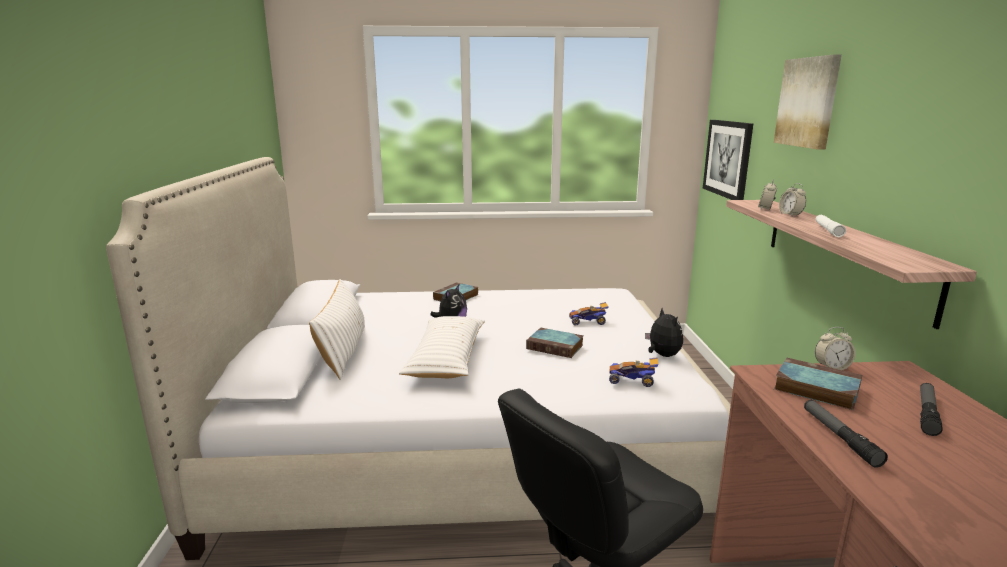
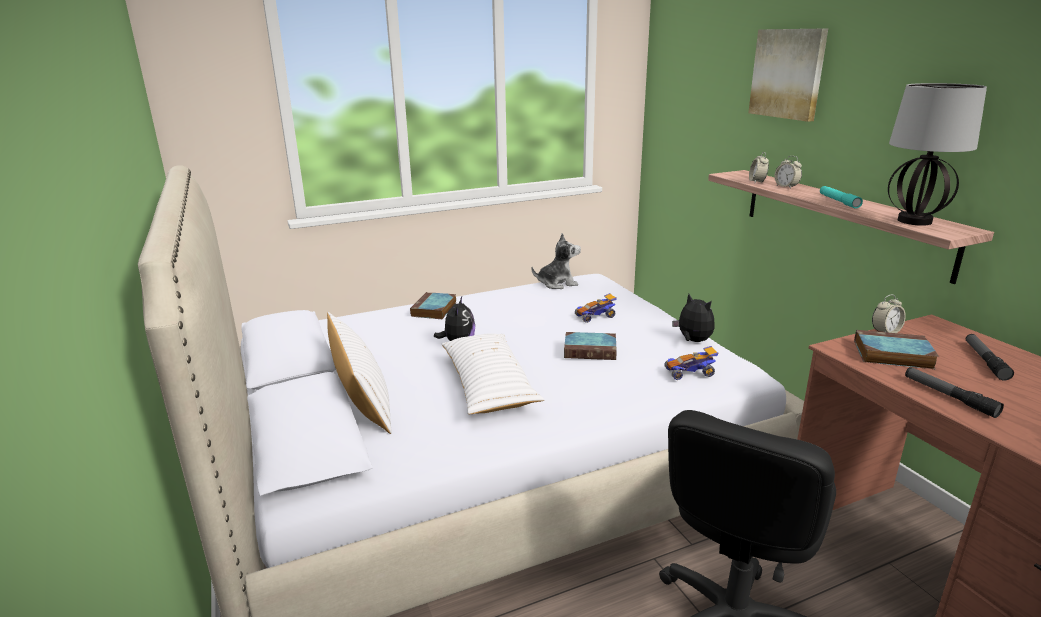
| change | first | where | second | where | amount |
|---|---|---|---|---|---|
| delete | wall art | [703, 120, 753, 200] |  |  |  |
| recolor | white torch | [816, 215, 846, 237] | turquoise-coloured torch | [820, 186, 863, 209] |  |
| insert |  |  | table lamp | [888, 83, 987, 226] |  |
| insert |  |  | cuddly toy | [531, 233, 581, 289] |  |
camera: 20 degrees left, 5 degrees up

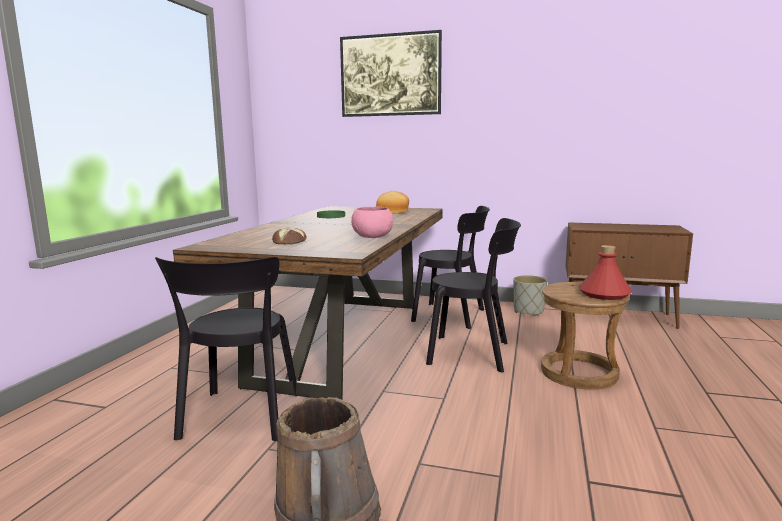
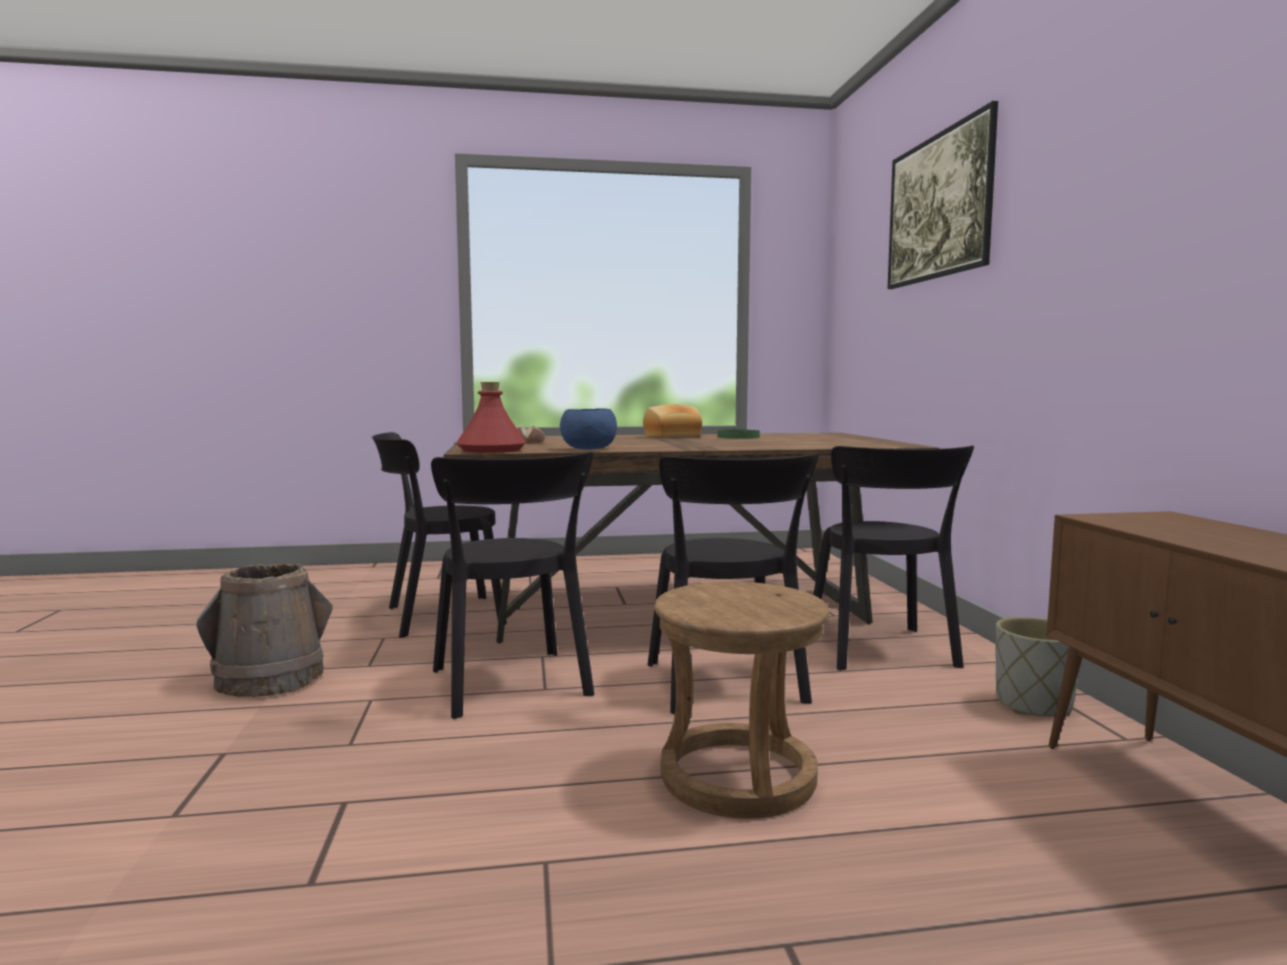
| change | first | where | second | where | amount |
|---|---|---|---|---|---|
| move | baked bread | [376, 191, 409, 214] |  | [643, 404, 702, 437] |  |
| recolor | pink bowl | [351, 207, 393, 238] | blue-coloured bowl | [560, 408, 617, 450] |  |
| move | reddish beverage bottle | [579, 245, 632, 300] |  | [456, 382, 527, 453] |  |
| insert |  |  | blackish chair | [431, 452, 594, 719] |  |
camera: 65 degrees right, 5 degrees down

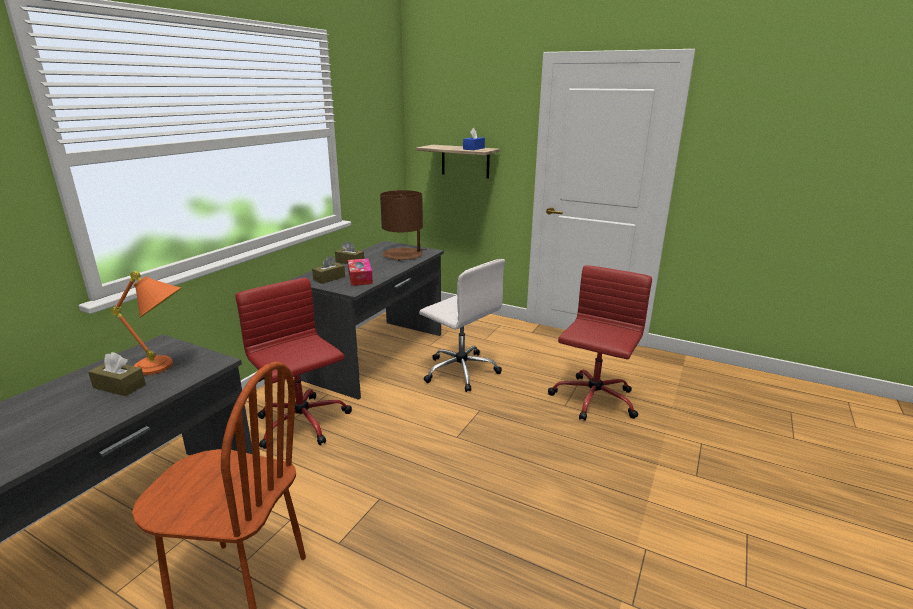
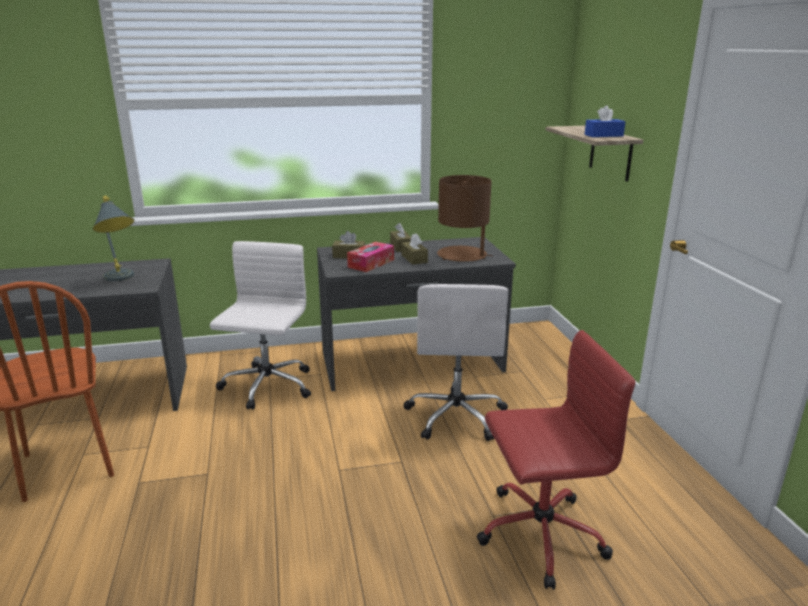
| change | first | where | second | where | amount |
|---|---|---|---|---|---|
| recolor | orange-coloured table lamp | [111, 271, 182, 375] | greyish table lamp | [93, 195, 134, 281] |  |
| recolor | reddish office chair | [235, 278, 352, 449] | white office chair | [210, 241, 311, 410] |  |
| move | brown-coloured tissue holder | [88, 352, 146, 396] |  | [402, 233, 428, 265] |  |
camera: 50 degrees right, 0 degrees up

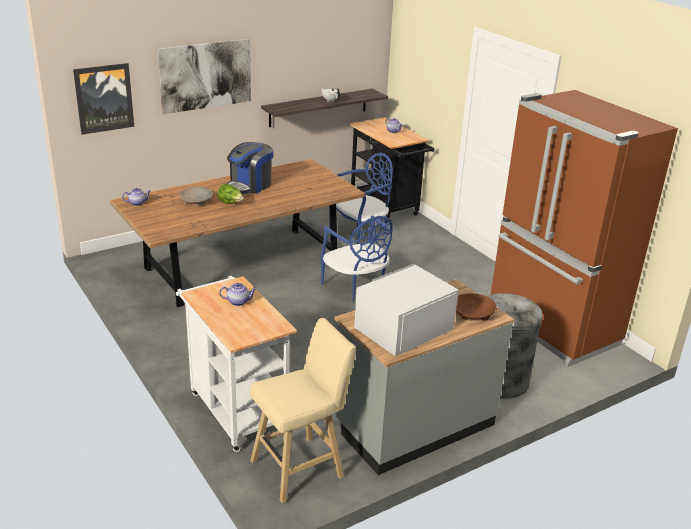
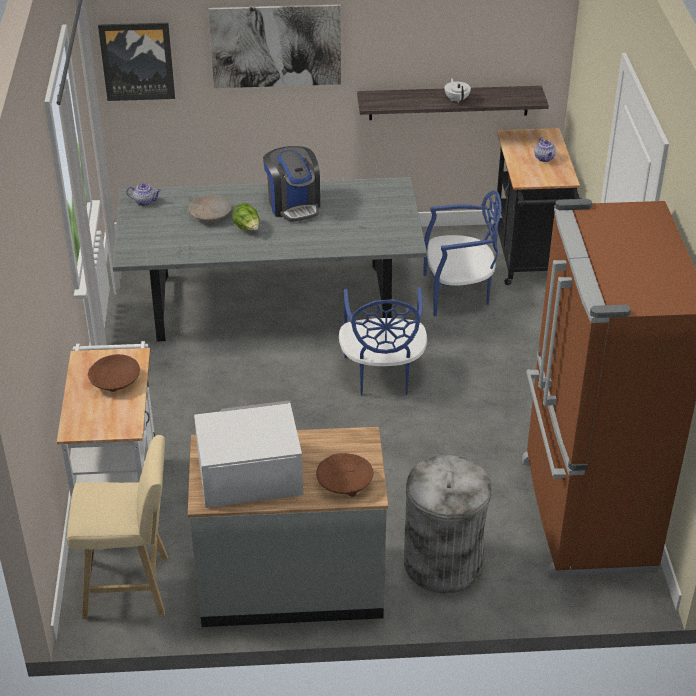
| change | first | where | second | where | amount |
|---|---|---|---|---|---|
| rotate | coffee maker | [226, 142, 273, 194] |  | [263, 146, 320, 222] | 90 degrees counterclockwise |
| recolor | brown-coloured kitchen table | [110, 159, 365, 307] | greyish kitchen table | [113, 177, 427, 342] |  |
| replace | pot for tea | [219, 283, 257, 306] | brown-coloured bowl | [88, 354, 140, 392] |  |
camera: 30 degrees right, 10 degrees up

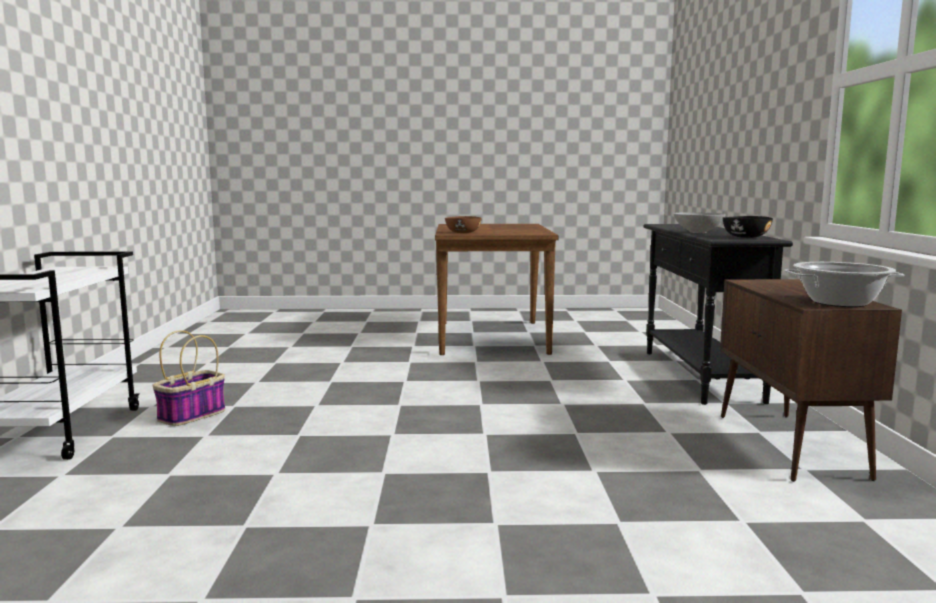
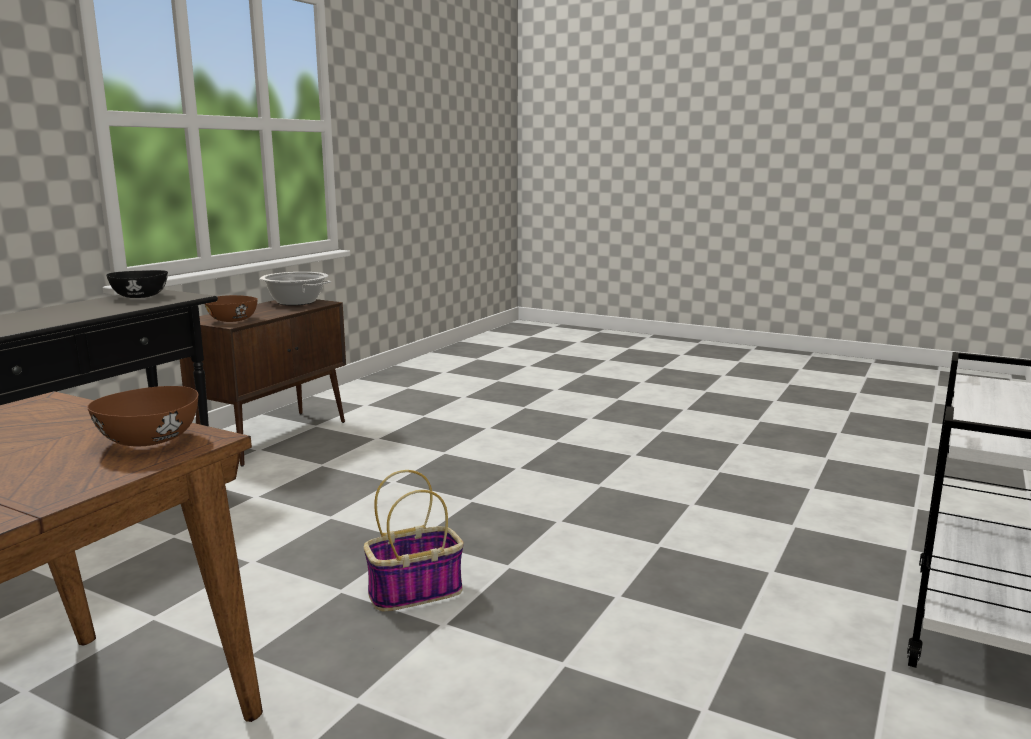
| change | first | where | second | where | amount |
|---|---|---|---|---|---|
| delete | greyish bowl | [674, 212, 726, 233] |  |  |  |
| move | basket | [153, 330, 225, 426] |  | [364, 470, 464, 611] |  |
| insert |  |  | brown-coloured bowl | [205, 295, 258, 322] |  |
camera: 150 degrees left, 5 degrees up

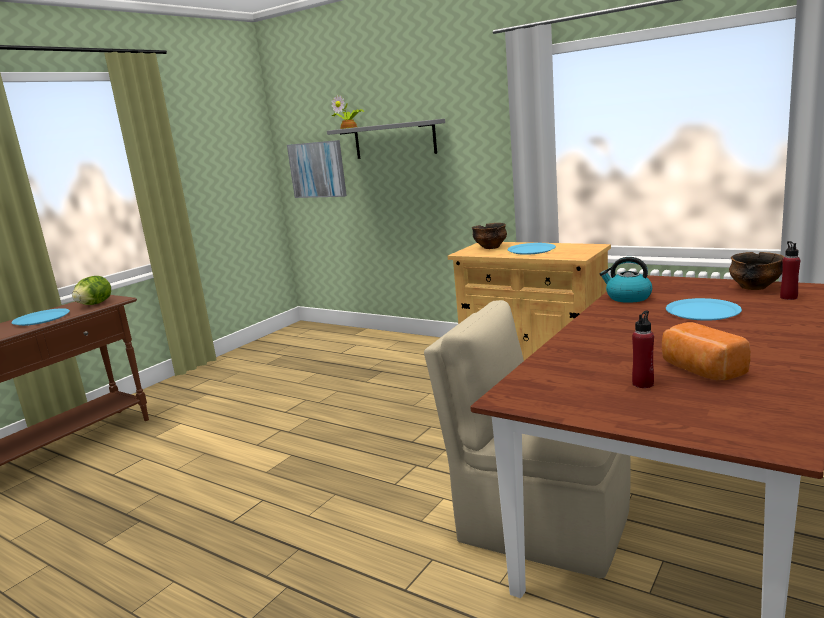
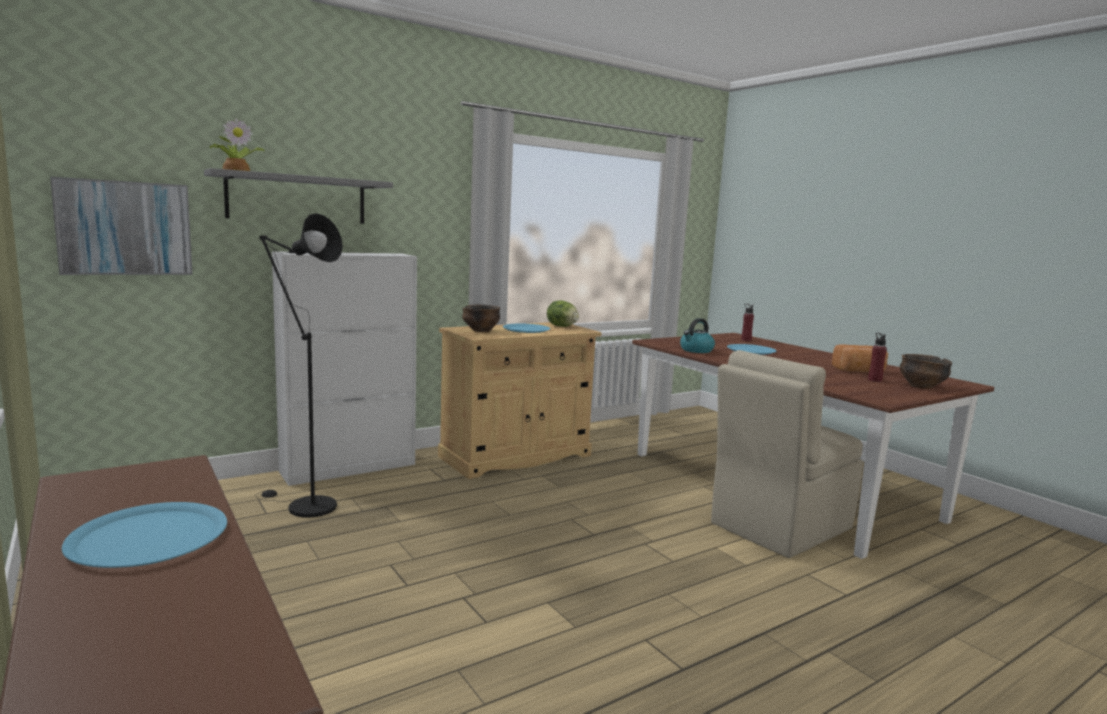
| change | first | where | second | where | amount |
|---|---|---|---|---|---|
| move | bowl | [729, 252, 784, 290] |  | [900, 354, 952, 389] |  |
| move | lettuce | [72, 276, 111, 305] |  | [547, 300, 579, 327] |  |
| insert |  |  | blackish standing lamp | [255, 213, 343, 517] |  |
| insert |  |  | white cabinet | [272, 251, 417, 486] |  |
camera: 70 degrees left, 5 degrees down

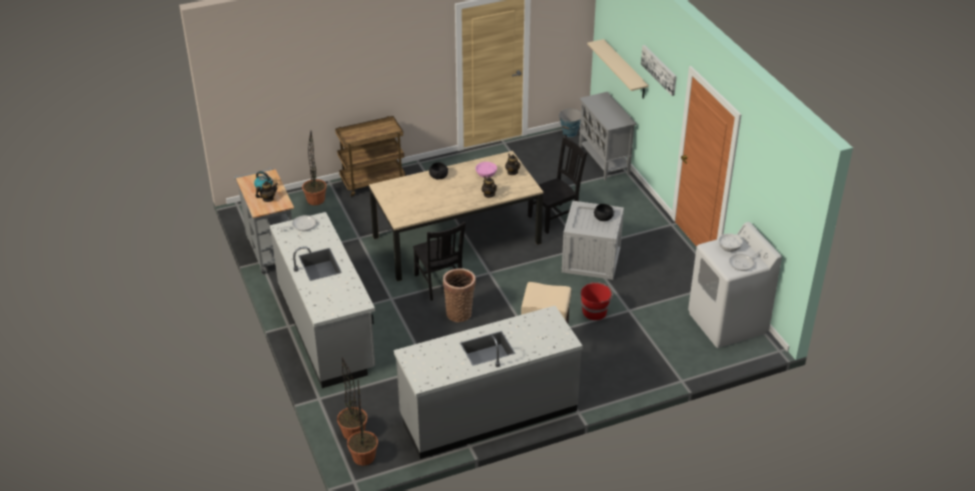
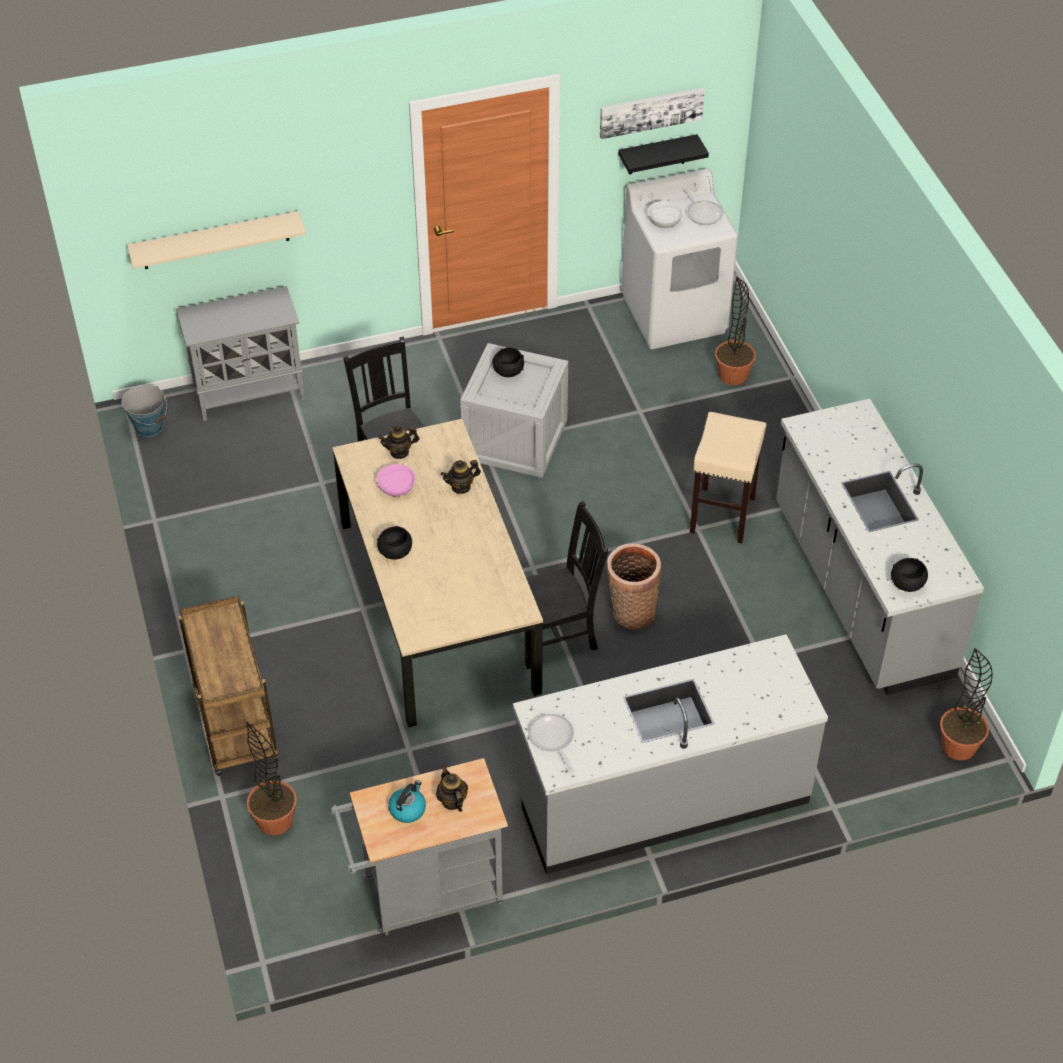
| change | first | where | second | where | amount |
|---|---|---|---|---|---|
| move | wall art | [641, 45, 677, 96] |  | [600, 88, 705, 139] |  |
| delete | reddish pail | [581, 282, 613, 320] |  |  |  |
| move | plant in a pot | [337, 357, 367, 440] |  | [715, 277, 756, 385] |  |
| insert |  |  | blackish shelf | [618, 134, 709, 174] |  |
| insert |  |  | blackish bowl | [891, 558, 928, 592] |  |
camera: 85 degrees left, 10 degrees up

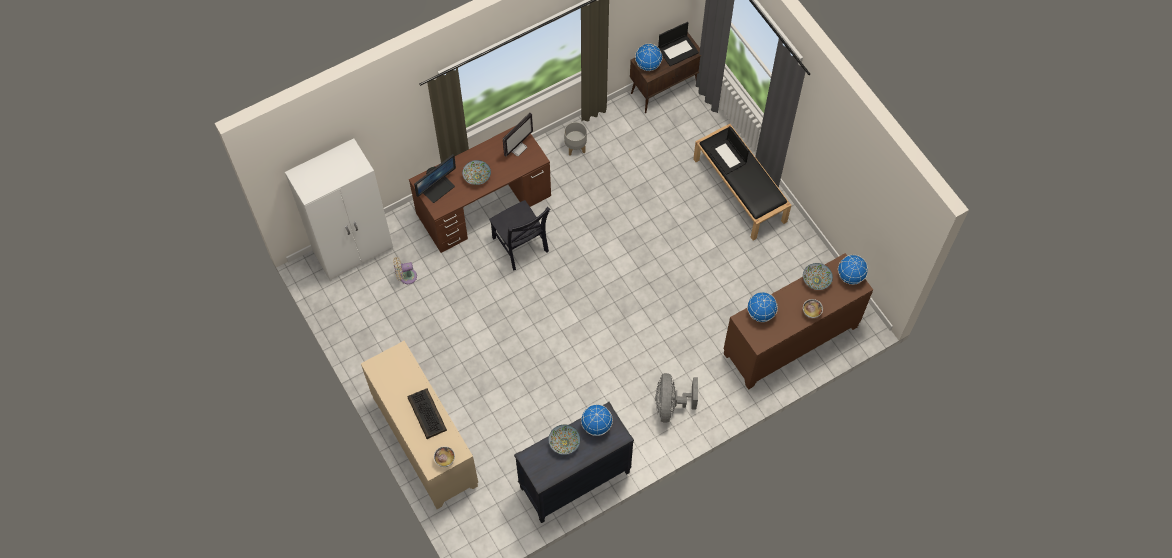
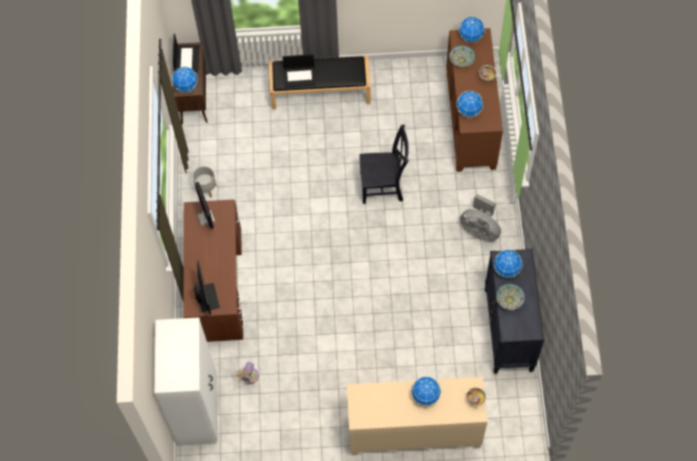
| change | first | where | second | where | amount |
|---|---|---|---|---|---|
| delete | bowl | [462, 160, 491, 185] |  |  |  |
| move | blackish chair | [489, 200, 550, 271] |  | [359, 124, 409, 204] |  |
| replace | keyboard | [408, 388, 447, 439] | globe | [411, 376, 441, 406] |  |
camera: 60 degrees left, 0 degrees up

